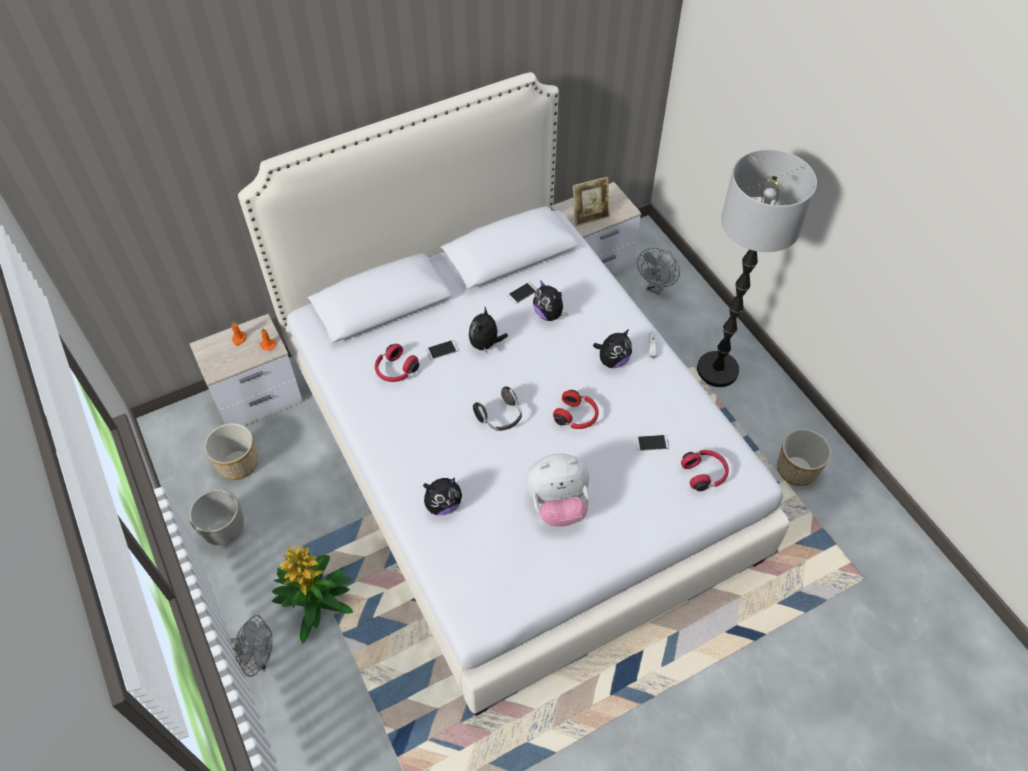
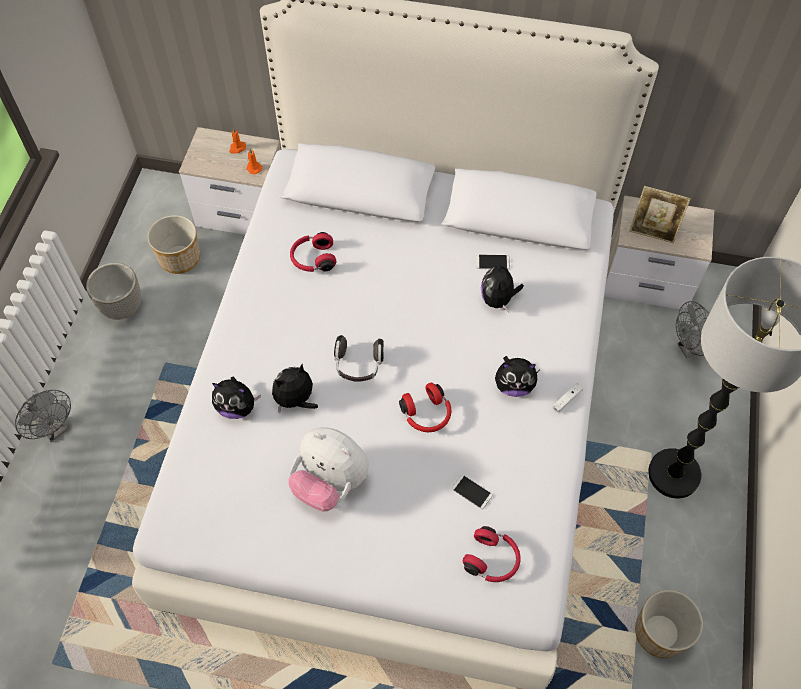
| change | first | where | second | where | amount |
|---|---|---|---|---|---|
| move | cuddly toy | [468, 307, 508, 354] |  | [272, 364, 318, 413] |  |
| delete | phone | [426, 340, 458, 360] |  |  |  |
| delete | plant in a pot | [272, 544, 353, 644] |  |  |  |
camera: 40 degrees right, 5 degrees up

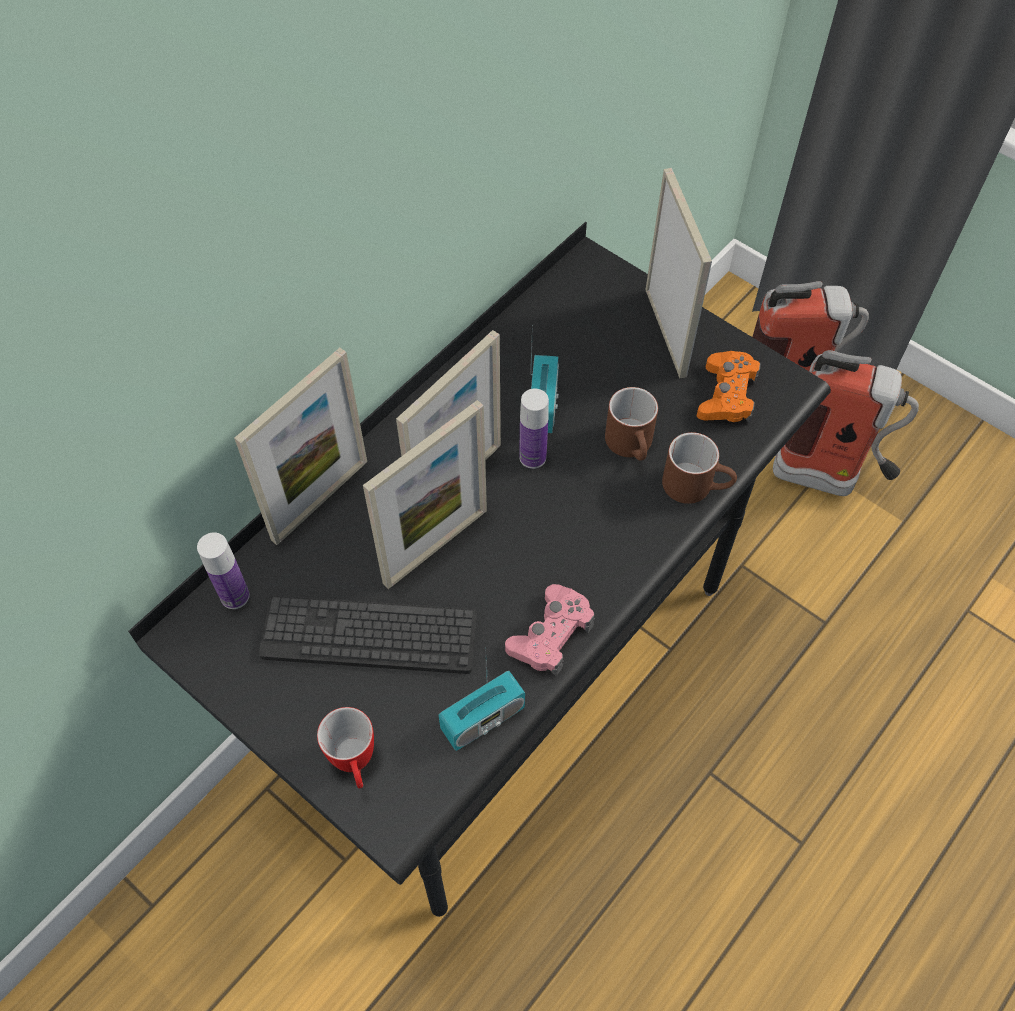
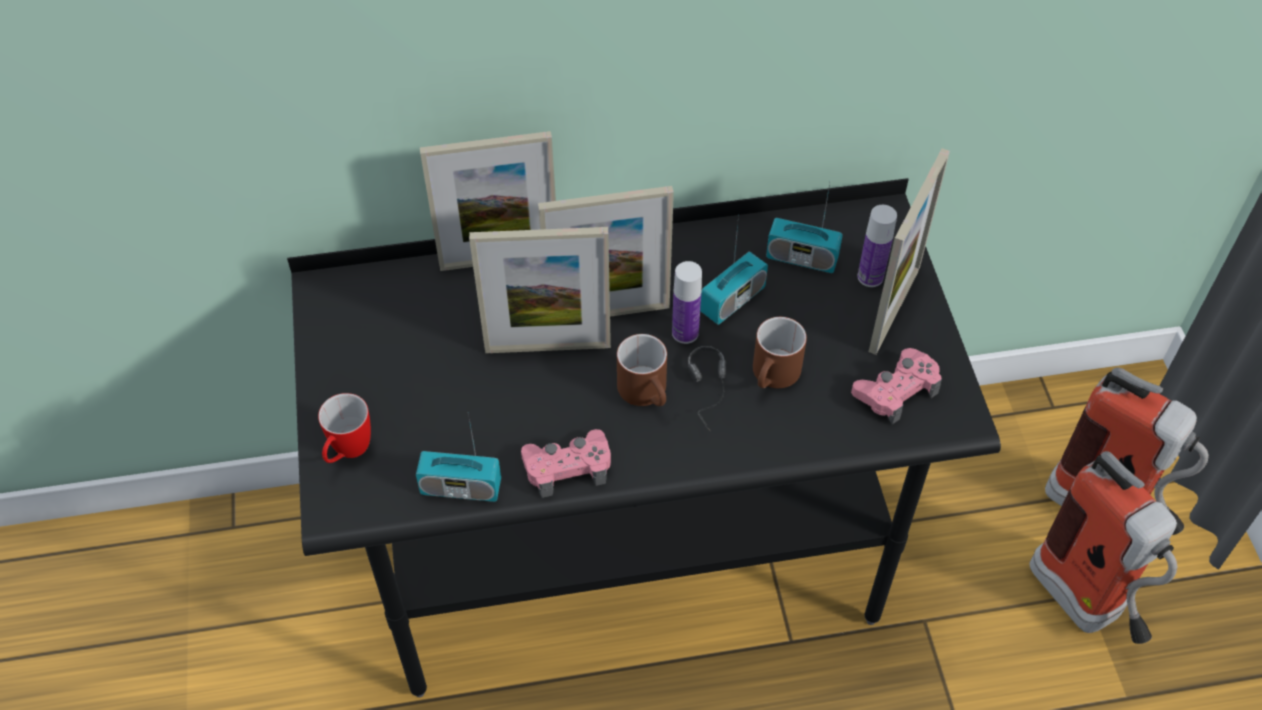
| change | first | where | second | where | amount |
|---|---|---|---|---|---|
| recolor | orange-coloured joypad | [697, 351, 761, 423] | pink joypad | [851, 348, 942, 425] |  |
| move | brown-coloured coffee mug | [662, 432, 737, 504] |  | [617, 334, 667, 406] |  |
| move | beverage bottle | [197, 532, 250, 609] |  | [858, 205, 897, 287] |  |
| delete | keyboard | [259, 595, 477, 674] |  |  |  |
| insert |  |  | radio set | [766, 183, 843, 273] |  |
| insert |  |  | headphones | [688, 346, 726, 431] |  |
camera: 40 degrees right, 5 degrees down

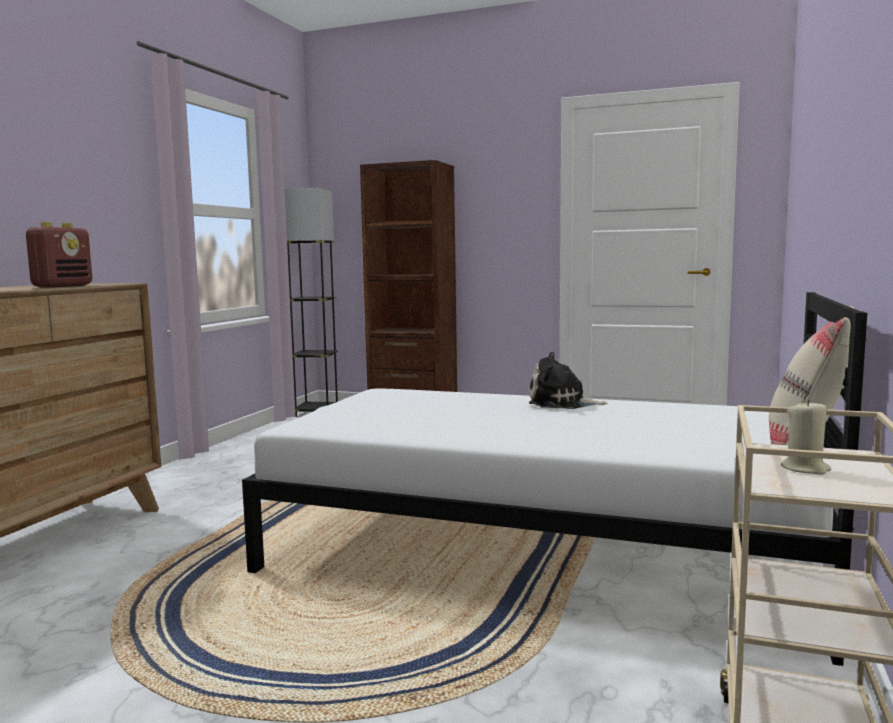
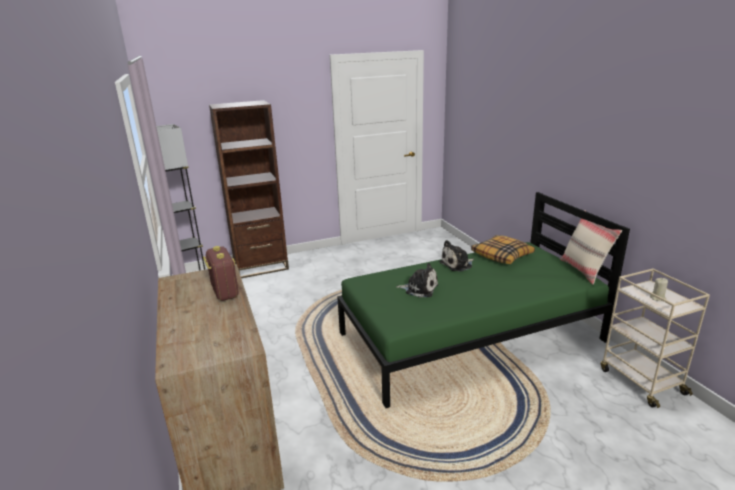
| change | first | where | second | where | amount |
|---|---|---|---|---|---|
| recolor | white sleeping bed | [242, 292, 867, 666] | greenish sleeping bed | [337, 192, 630, 408] |  |
| insert |  |  | throw pillow | [471, 235, 535, 264] |  |
| insert |  |  | cuddly toy | [396, 263, 438, 297] |  |
camera: 40 degrees left, 15 degrees up

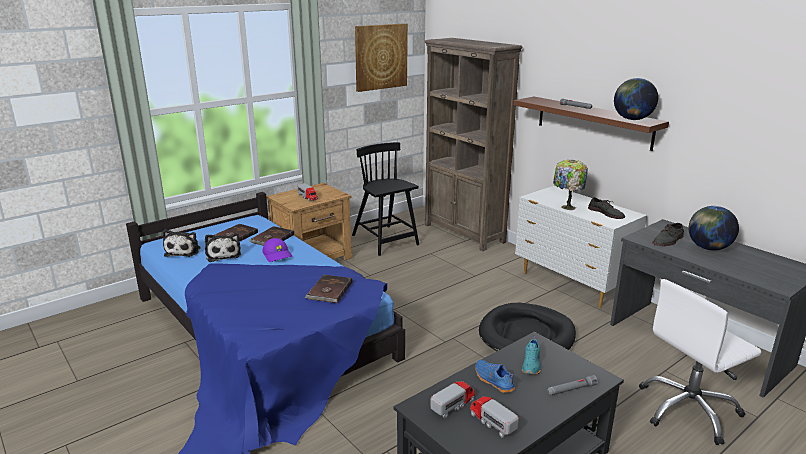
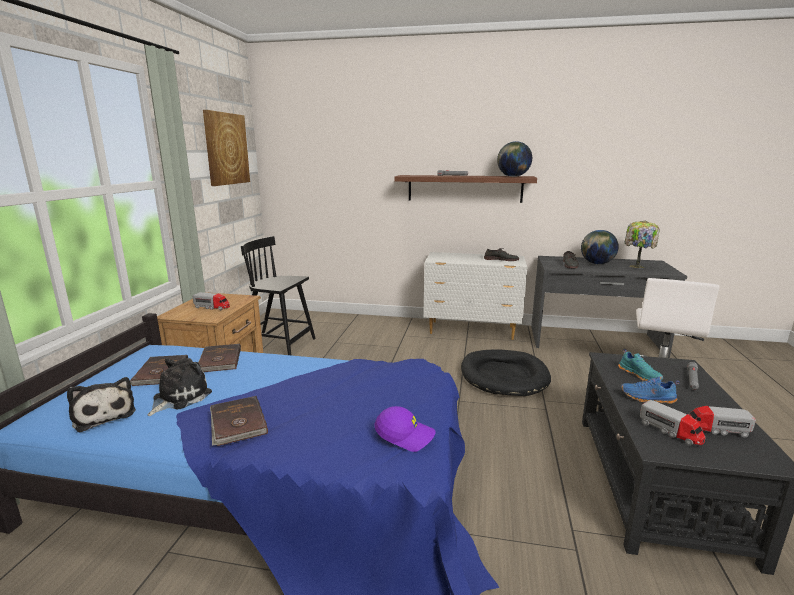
| change | first | where | second | where | amount |
|---|---|---|---|---|---|
| delete | brown-coloured bookshelf | [424, 38, 523, 251] |  |  |  |
| move | table lamp | [553, 160, 588, 210] |  | [625, 221, 660, 268] |  |
| rotate | cuddly toy | [205, 233, 241, 262] |  | [147, 358, 212, 416] | 90 degrees counterclockwise |
| move | purple-coloured baseball cap | [262, 238, 293, 262] |  | [375, 406, 436, 452] |  |
| move | brown-coloured volume | [305, 275, 353, 303] |  | [210, 396, 268, 446] |  |
| rotate | model truck | [430, 381, 475, 418] |  | [640, 400, 706, 446] | 135 degrees clockwise |
camera: 40 degrees left, 5 degrees down

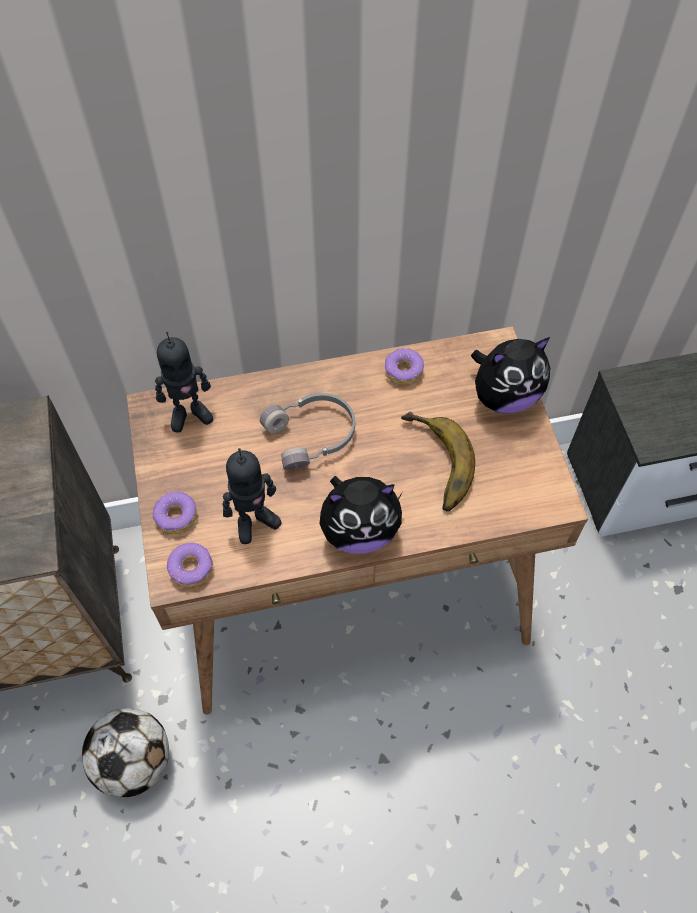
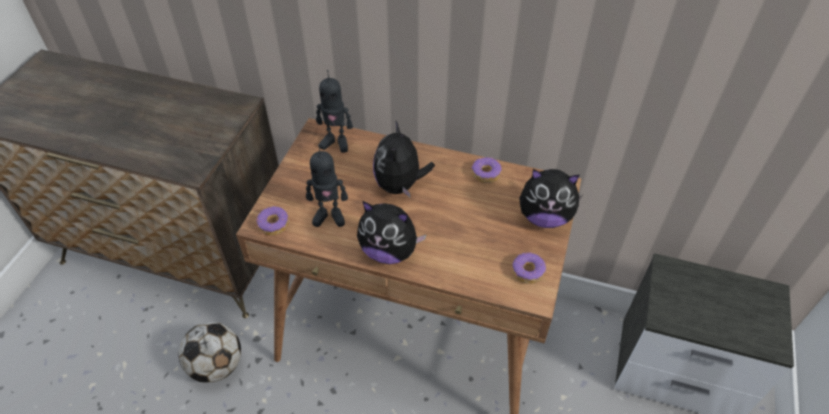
| change | first | where | second | where | amount |
|---|---|---|---|---|---|
| replace | greyish headphones | [260, 393, 355, 470] | cuddly toy | [373, 121, 435, 197] |  |
| delete | whole banana | [401, 411, 475, 511] |  |  |  |
| move | ring doughnut | [153, 491, 197, 534] |  | [512, 252, 546, 284] |  |
camera: 30 degrees right, 10 degrees down

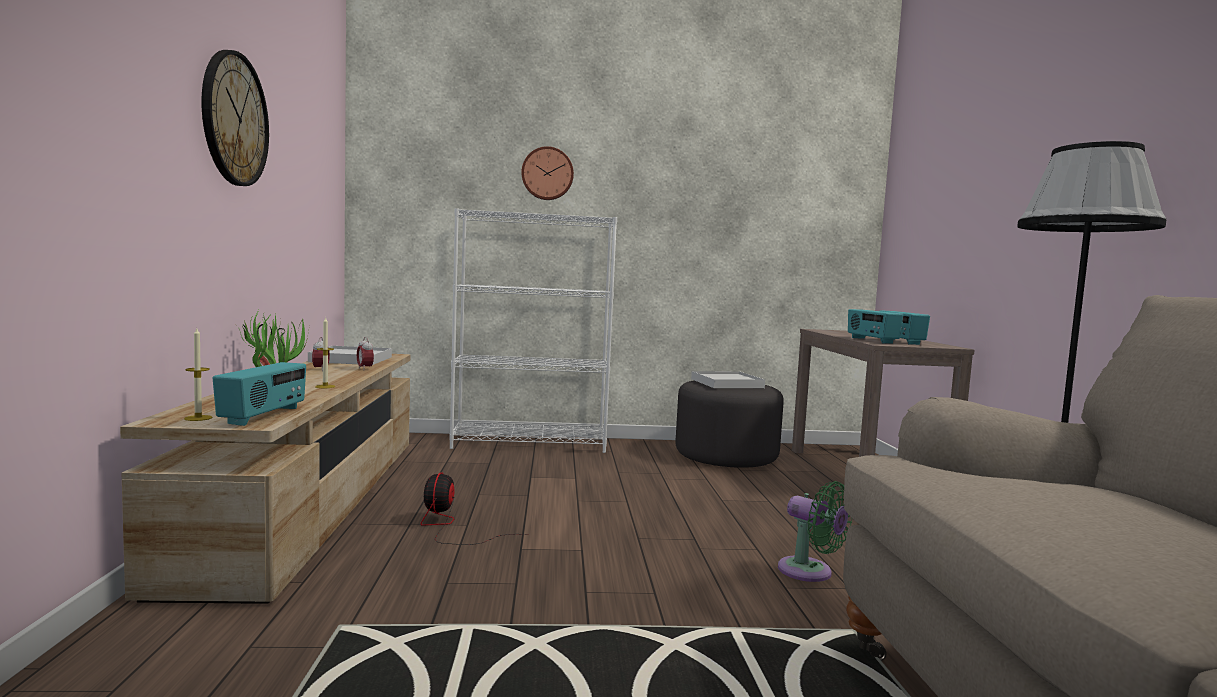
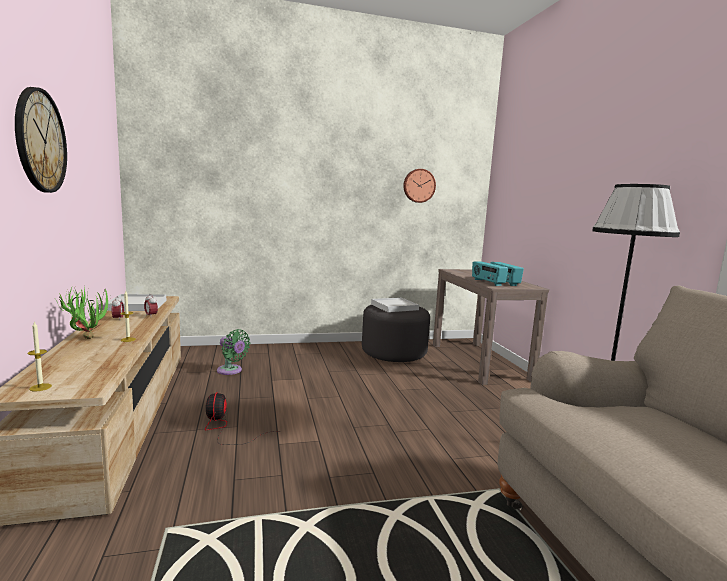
| change | first | where | second | where | amount |
|---|---|---|---|---|---|
| move | wall clock | [521, 146, 574, 200] |  | [403, 169, 436, 203] |  |
| delete | white bookshelf | [449, 208, 617, 453] |  |  |  |
| delete | radio set | [213, 362, 306, 426] |  |  |  |
| move | greenish fan | [778, 481, 852, 582] |  | [217, 329, 250, 375] |  |
camera: 10 degrees left, 5 degrees up

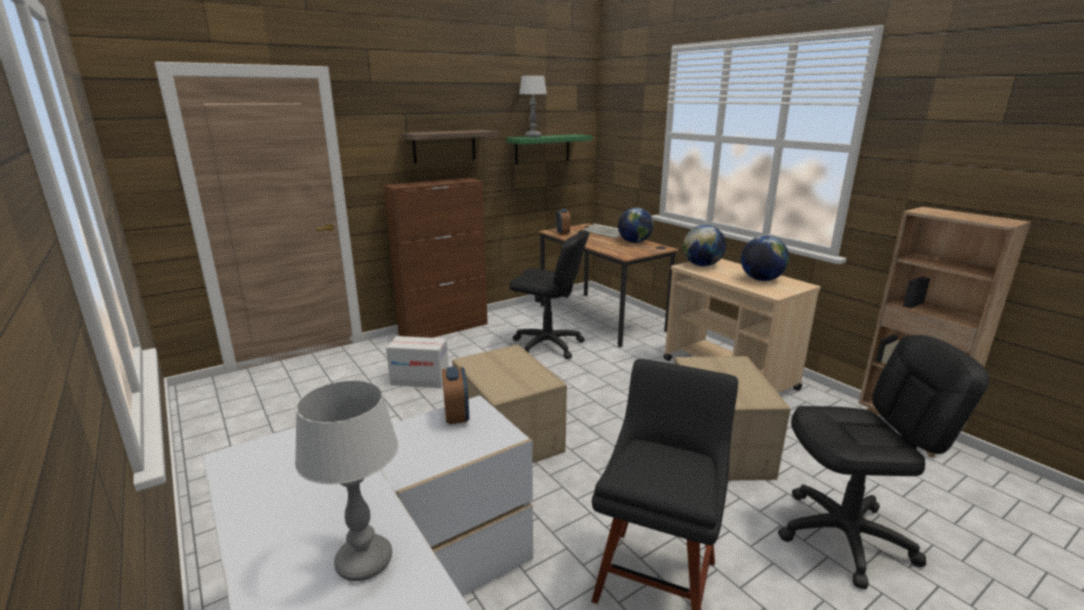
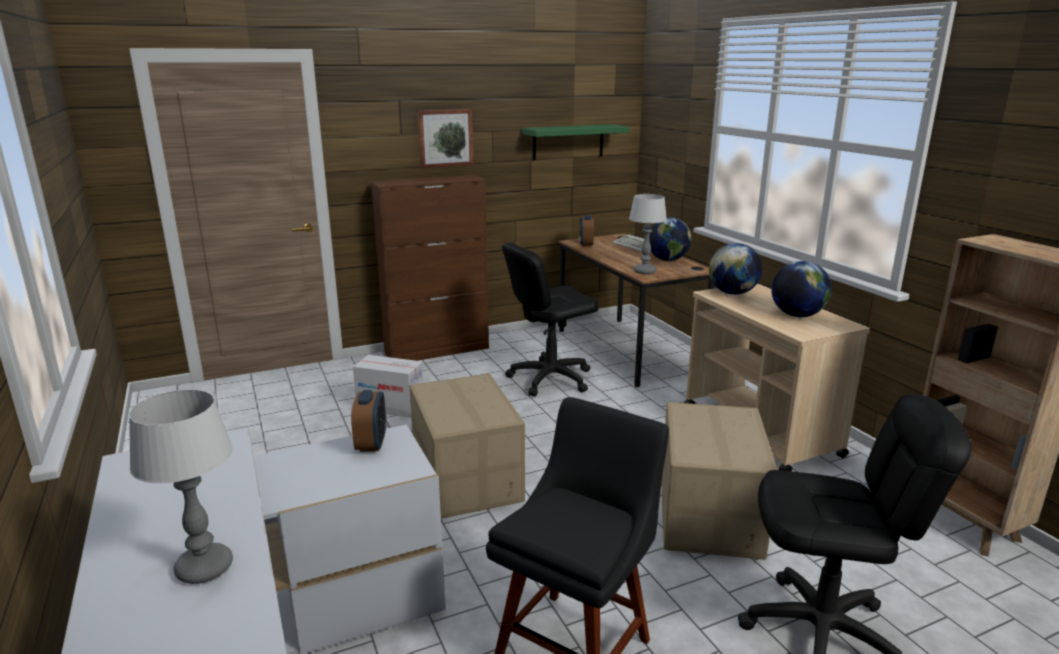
| change | first | where | second | where | amount |
|---|---|---|---|---|---|
| move | table lamp | [519, 76, 547, 137] |  | [629, 194, 667, 274] |  |
| replace | shelf | [401, 130, 498, 164] | wall art | [417, 109, 474, 168] |  |
| rotate | blackish office chair | [509, 230, 589, 359] |  | [502, 243, 599, 396] | 120 degrees clockwise |
camera: 10 degrees right, 0 degrees up

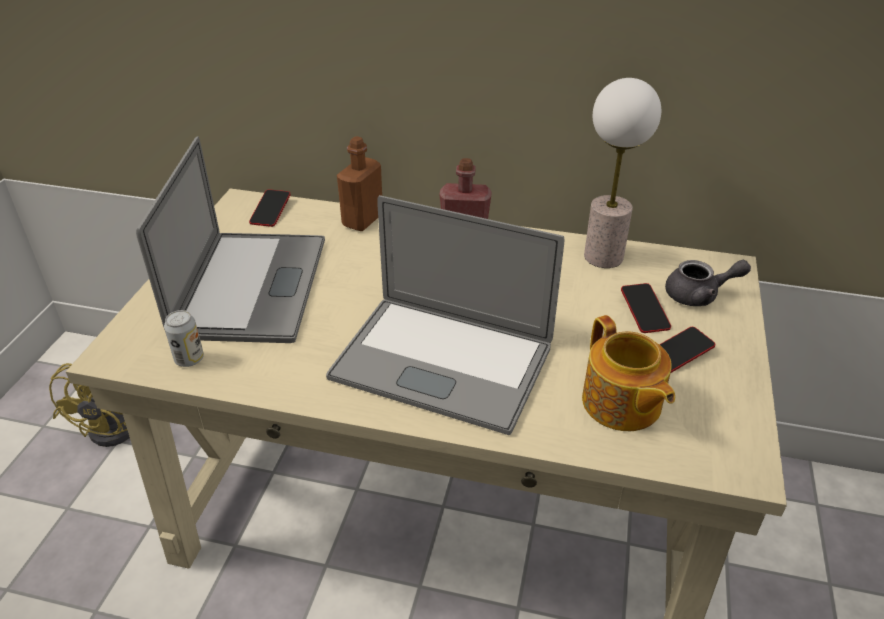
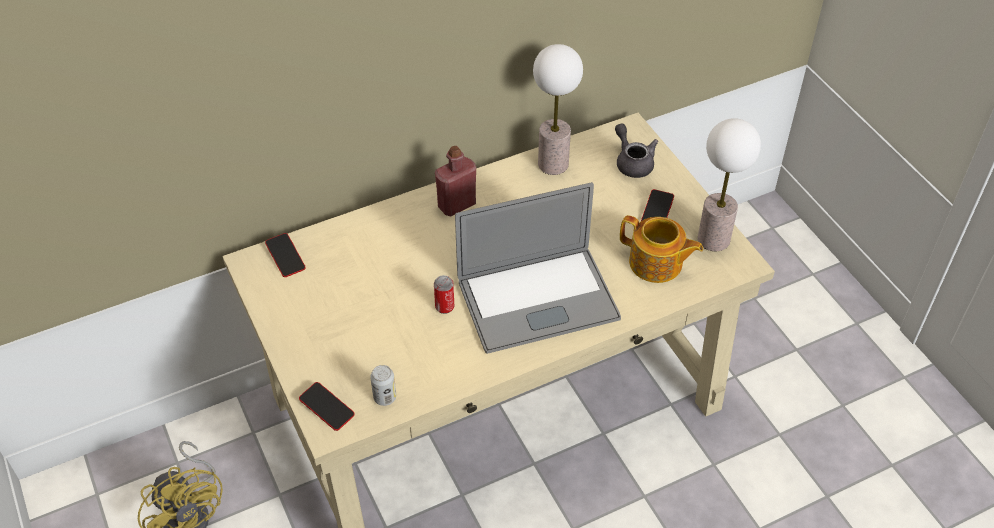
| change | first | where | second | where | amount |
|---|---|---|---|---|---|
| delete | portable computer | [136, 136, 325, 343] |  |  |  |
| delete | brown-coloured beverage bottle | [337, 136, 382, 231] |  |  |  |
| rotate | greyish pot for tea | [665, 260, 751, 306] |  | [615, 123, 658, 178] | 75 degrees counterclockwise |
| move | phone | [621, 283, 671, 333] |  | [299, 382, 354, 431] |  |
| insert |  |  | table lamp | [698, 118, 761, 251] |  |
| insert |  |  | sealed can | [434, 275, 454, 314] |  |
camera: 40 degrees left, 10 degrees up

